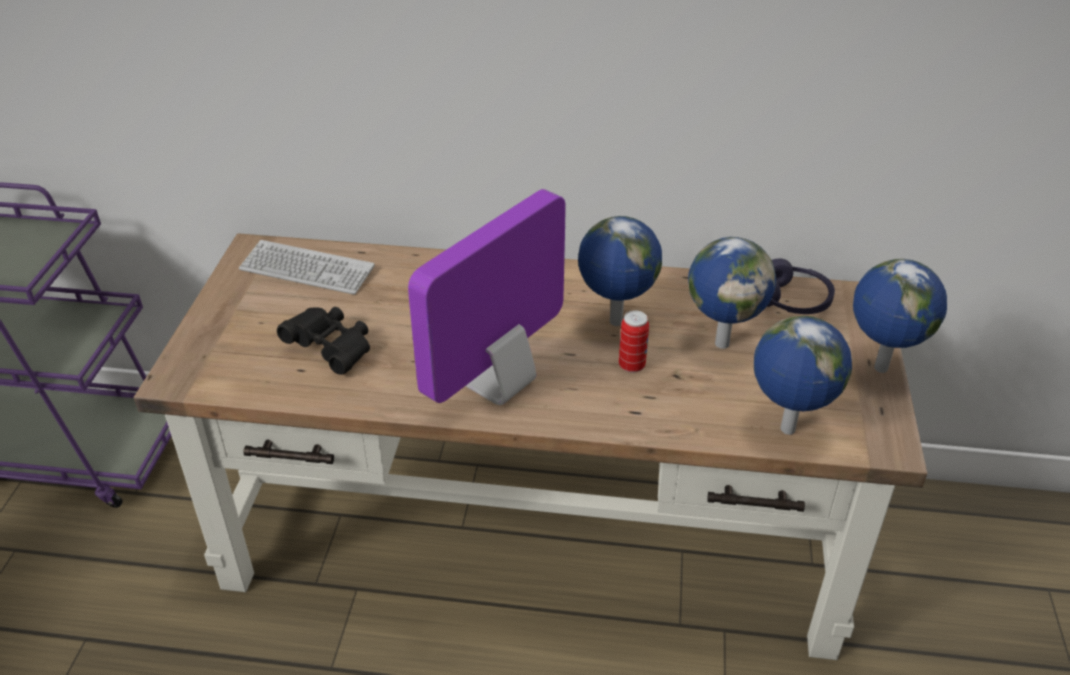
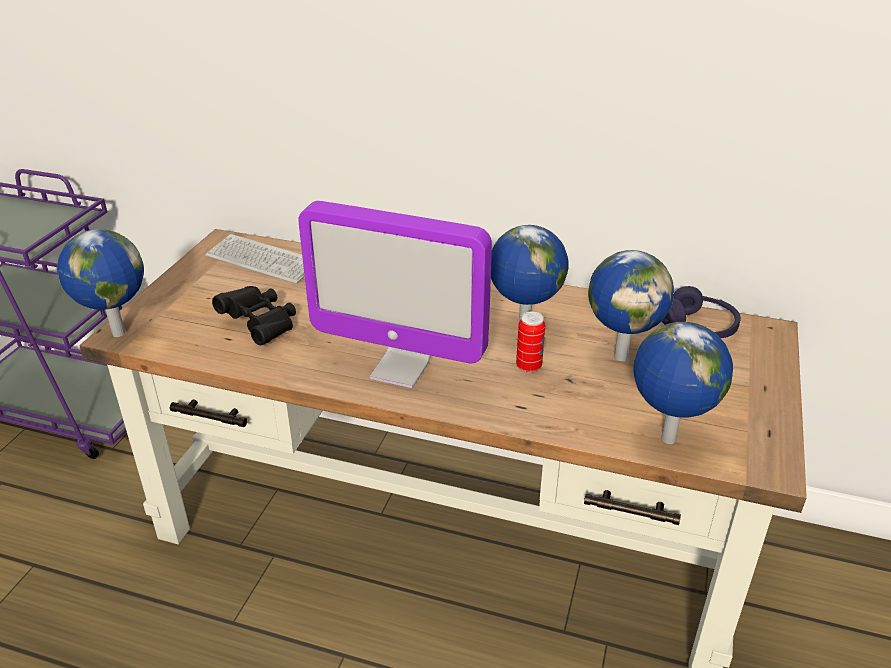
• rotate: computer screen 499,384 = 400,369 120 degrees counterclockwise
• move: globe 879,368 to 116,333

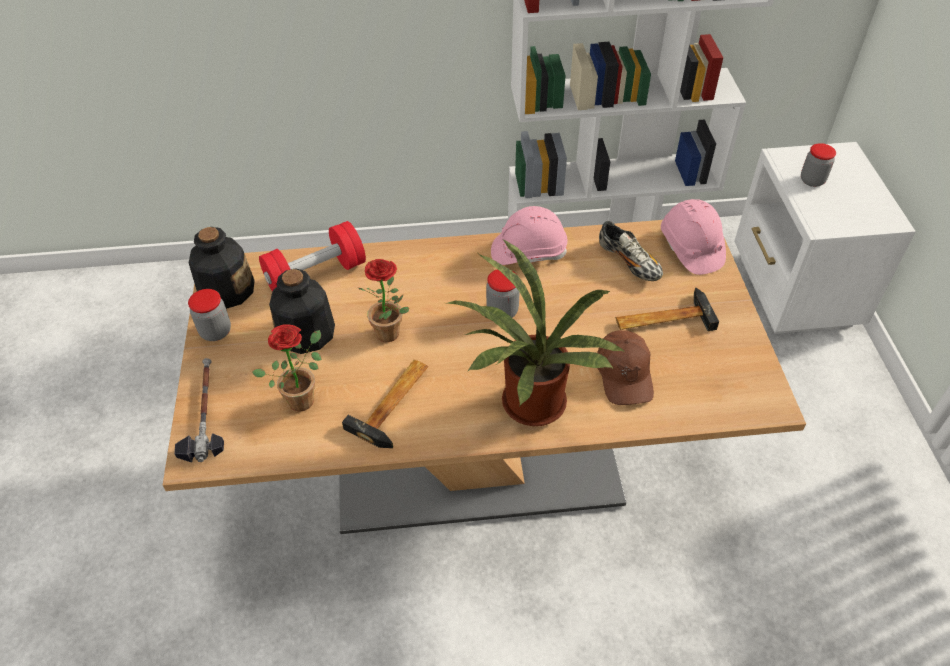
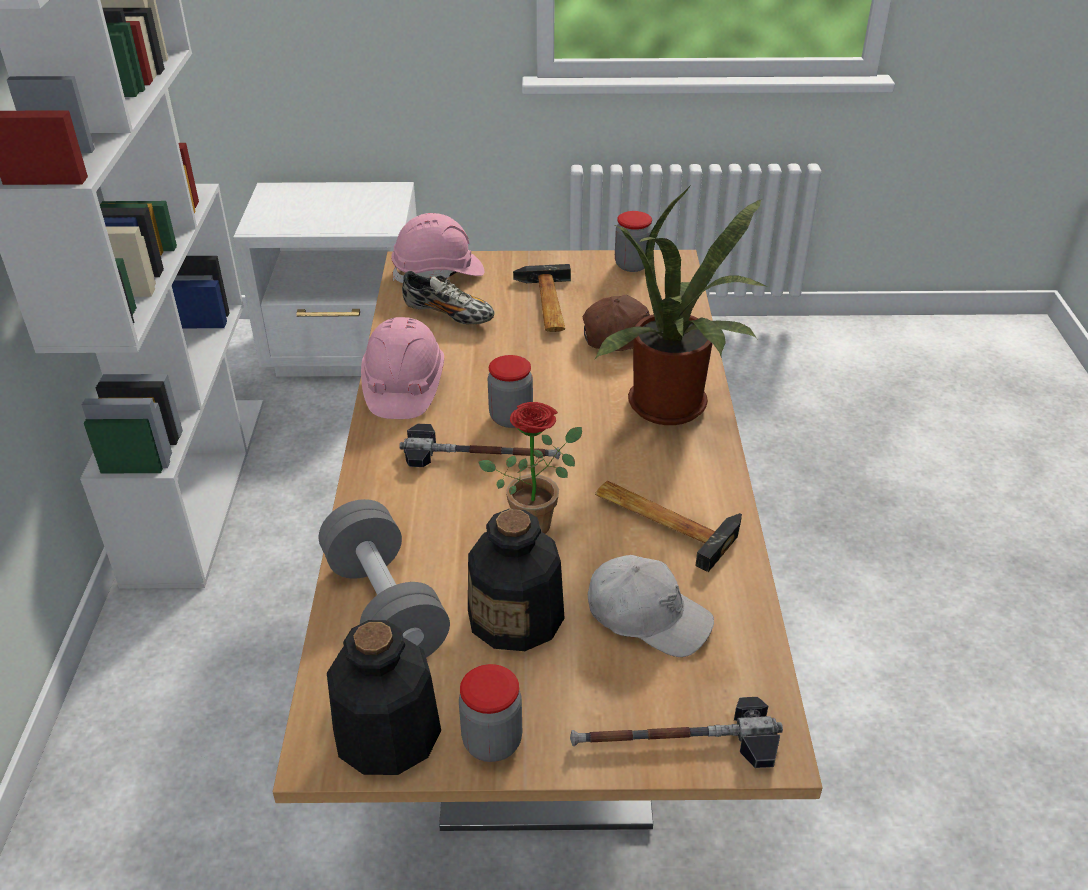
• move: jar 812,180 to 632,265
• recolor: dumbbell (reddish) 316,275 to dumbbell (greyish) 385,607
• rotate: shoe 629,262 = 449,315 60 degrees clockwise
• replace: houseplant 303,397 to cap (whitish) 648,616
• insert: hand hammer 480,455

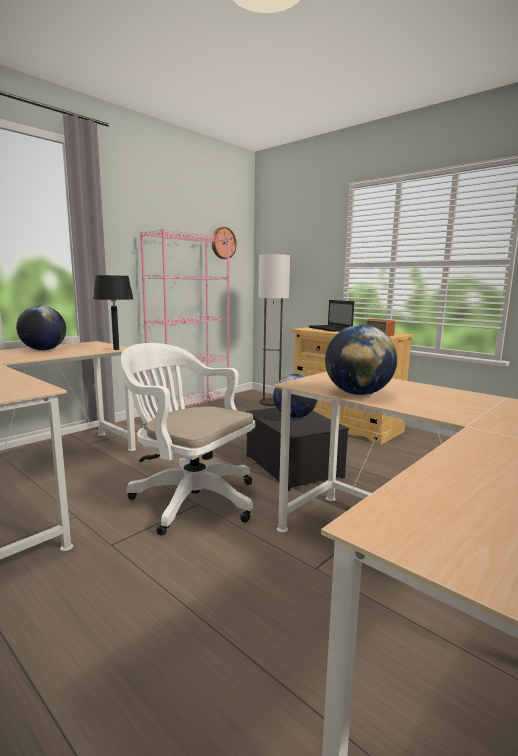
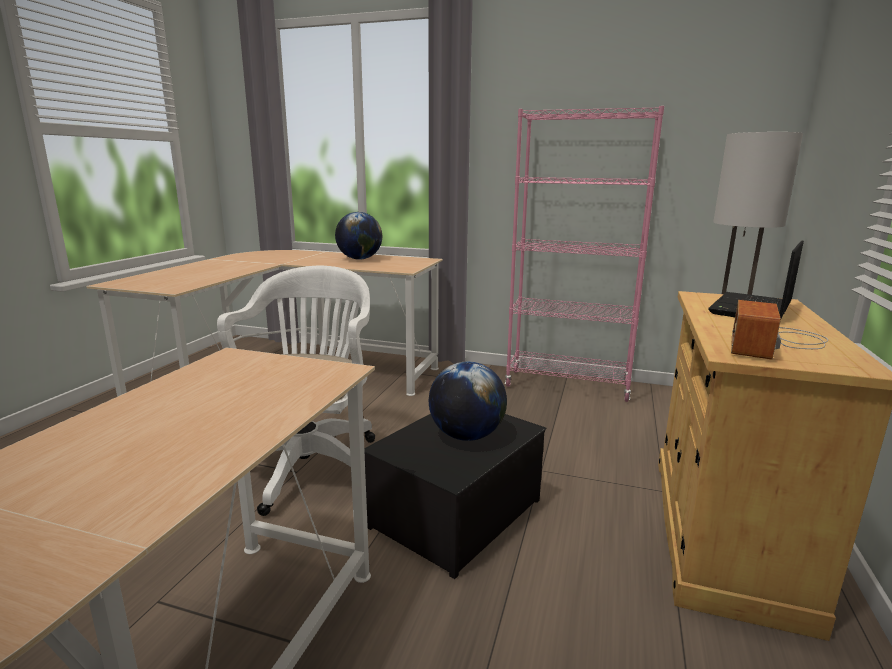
• delete: hanging clock 222,243
• delete: table lamp (black) 116,349
• delete: globe 358,394

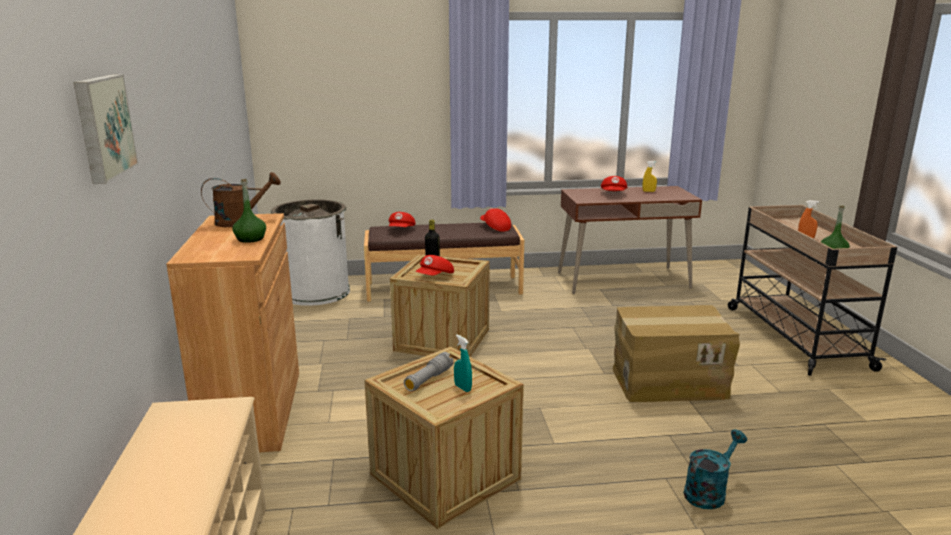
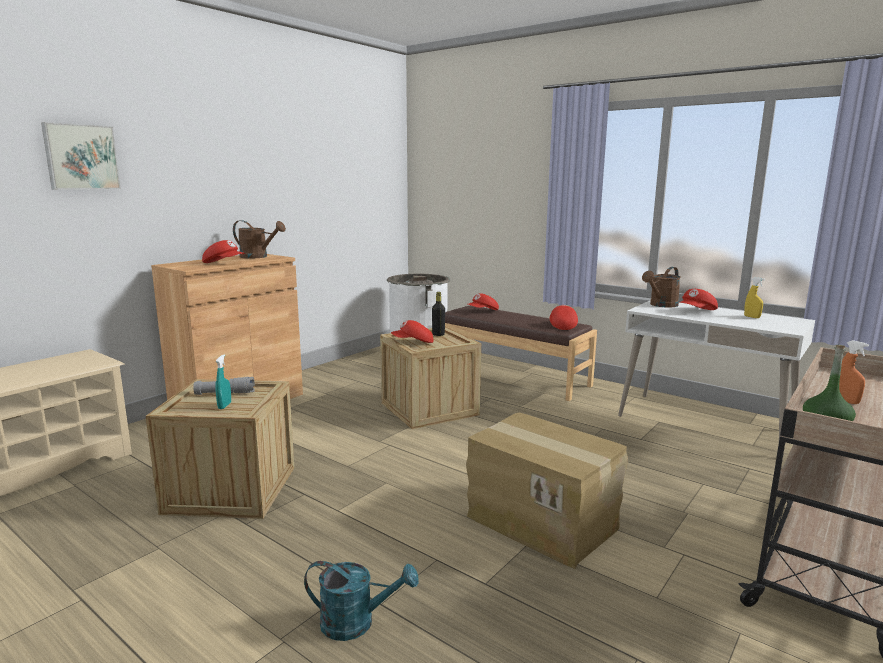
• replace: bottle (green-coloured) 250,239 to cap (reddish) 224,263
• recolor: desk (brown) 622,280 to desk (whitish) 704,423
• insert: sprinkling can (brown) 661,305

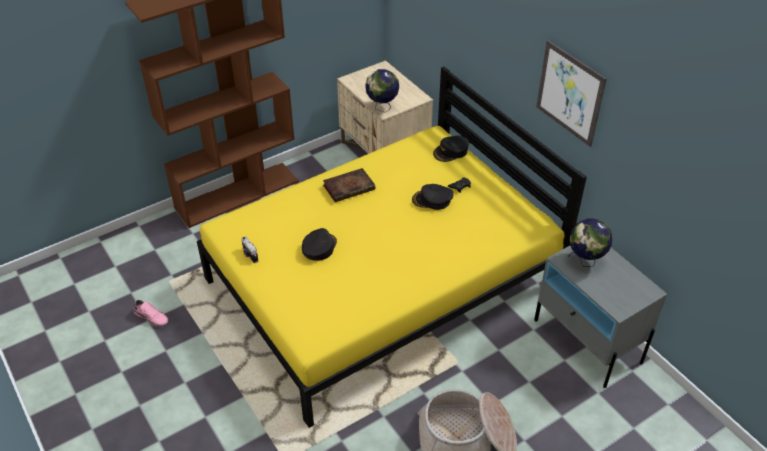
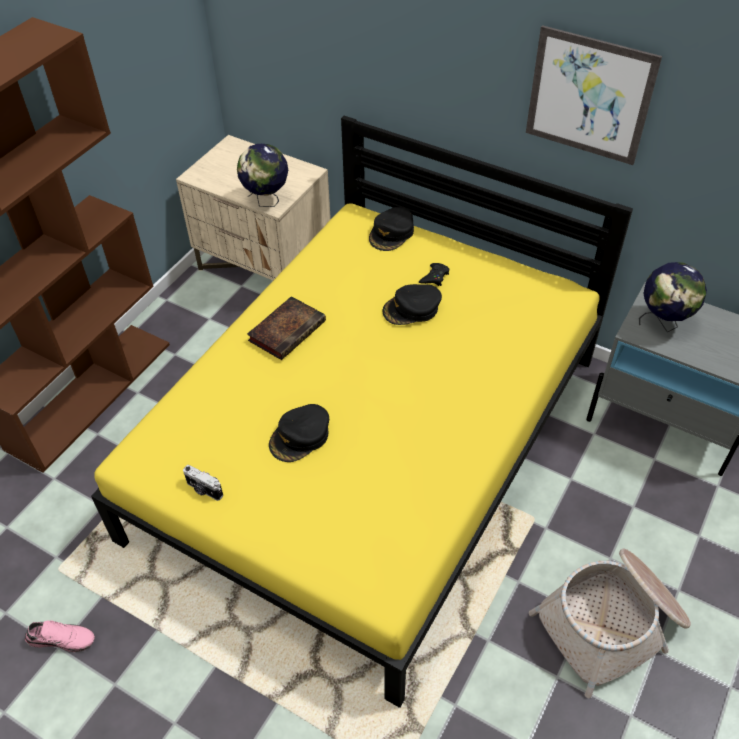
• rotate: cap (black) 319,247 = 300,437 135 degrees counterclockwise

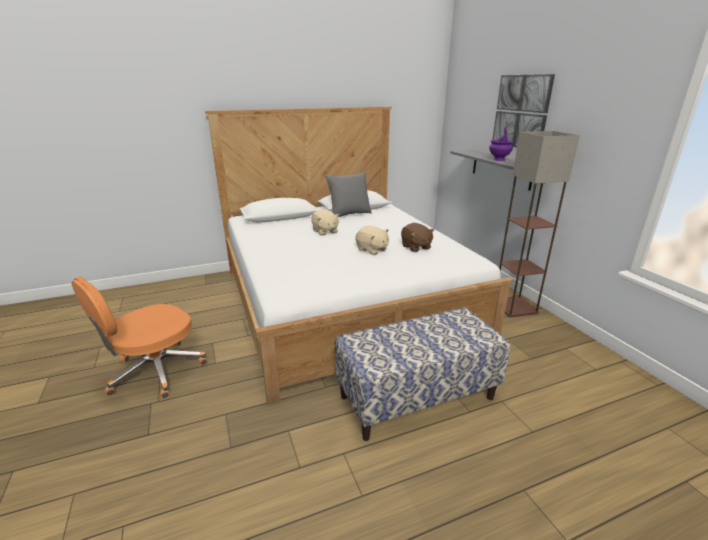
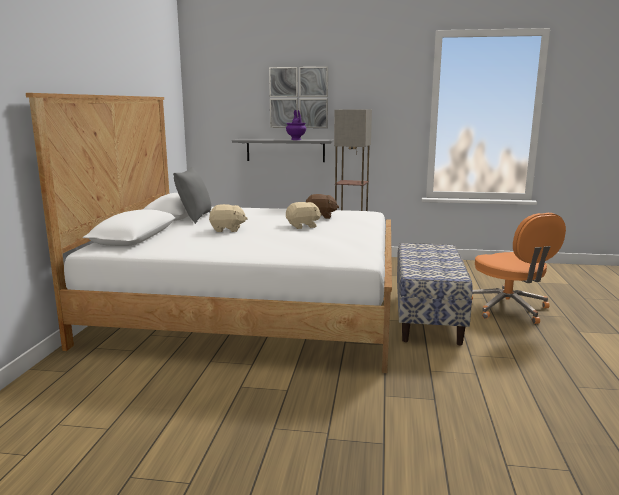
• move: computer chair (orange-coloured) 155,371 to 509,309

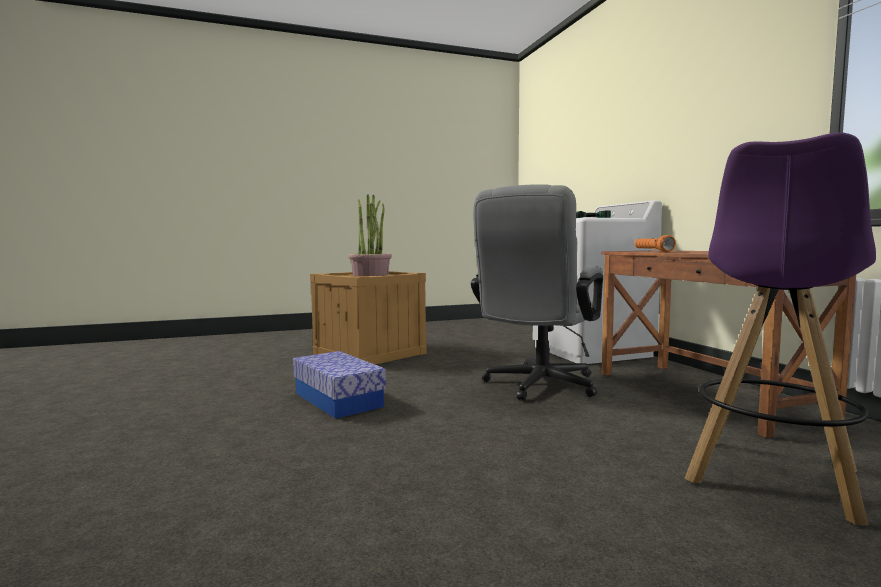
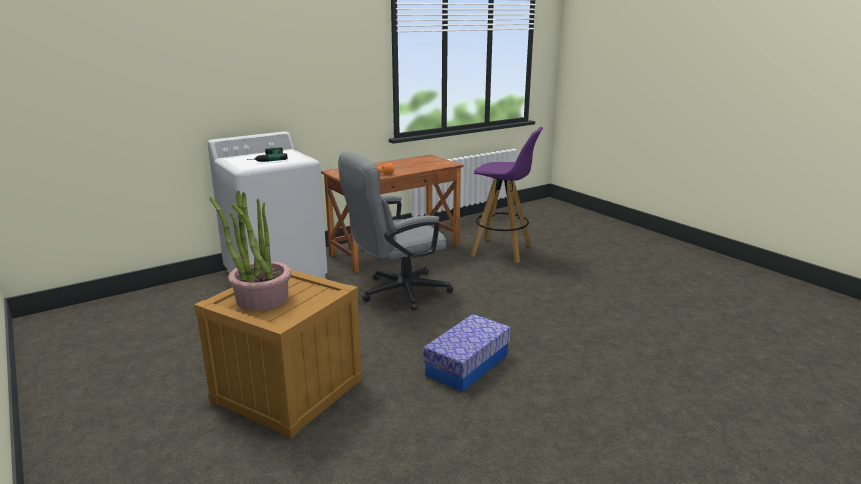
• rotate: computer chair (greyish) 537,387 = 397,293 135 degrees clockwise

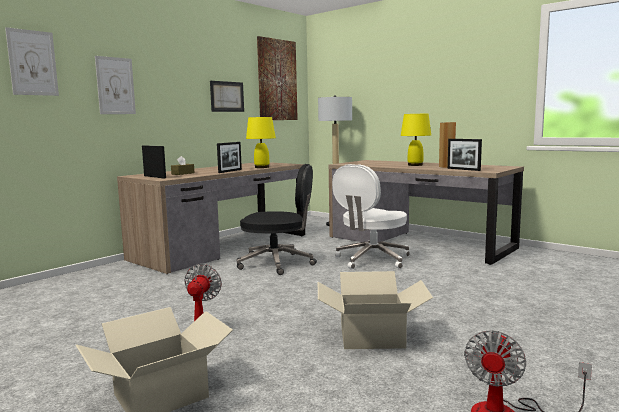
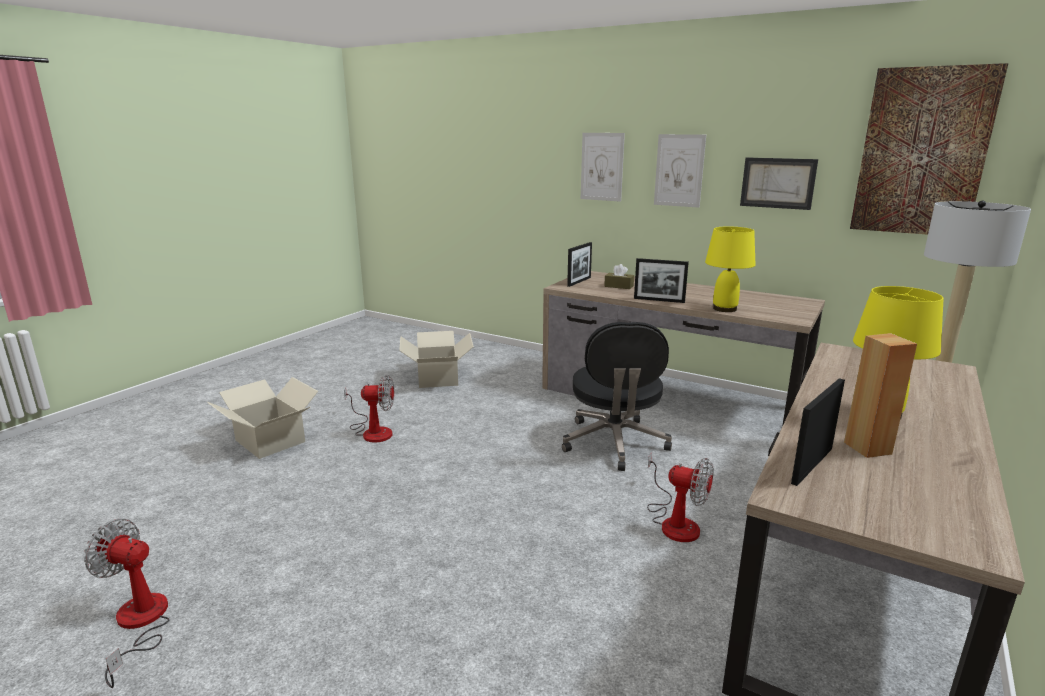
• move: wall art 32,63 to 679,170
• replace: computer chair (whitish) 371,260 to fan 675,521
• move: cardboard box 372,337 to 437,378

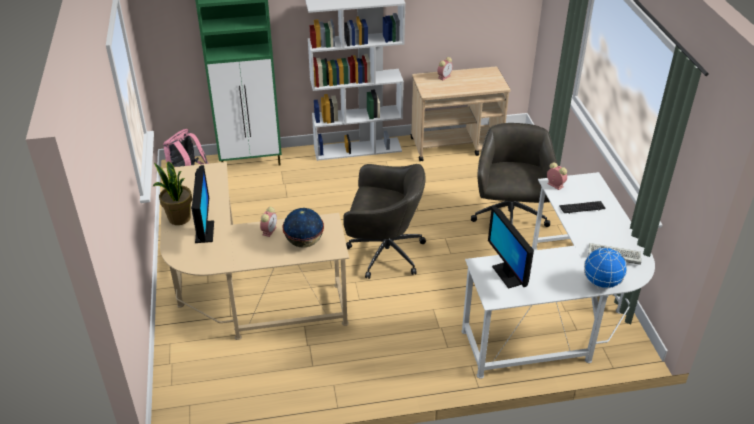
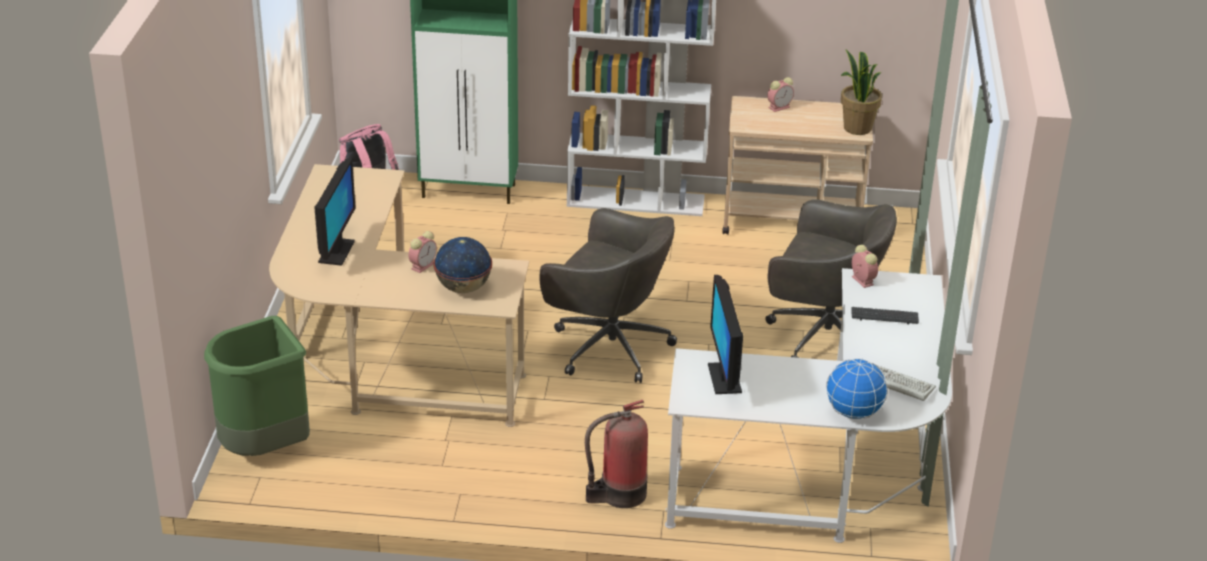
• rotate: computer chair (greyish) 509,218 = 822,336 90 degrees clockwise
• move: houseplant 179,218 to 856,128
• insert: rubbish bin (green-coloured) 265,448
• insert: fire extinguisher 619,494

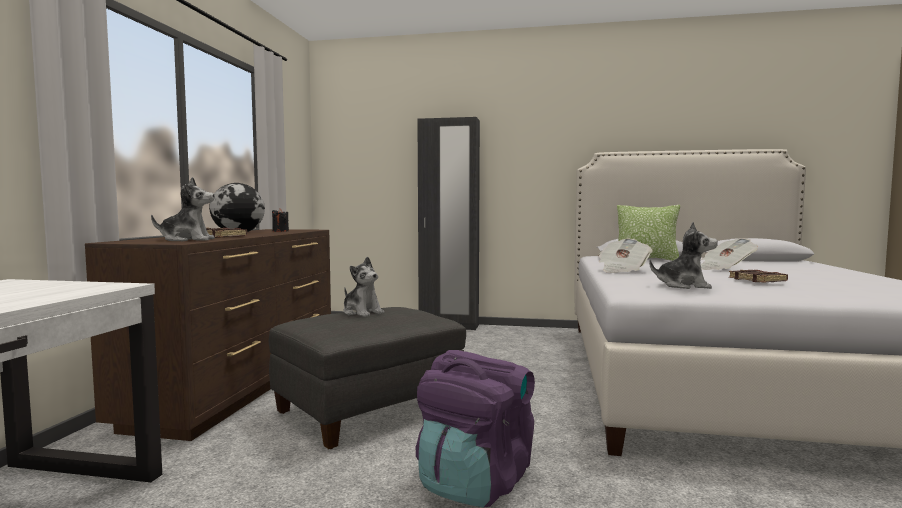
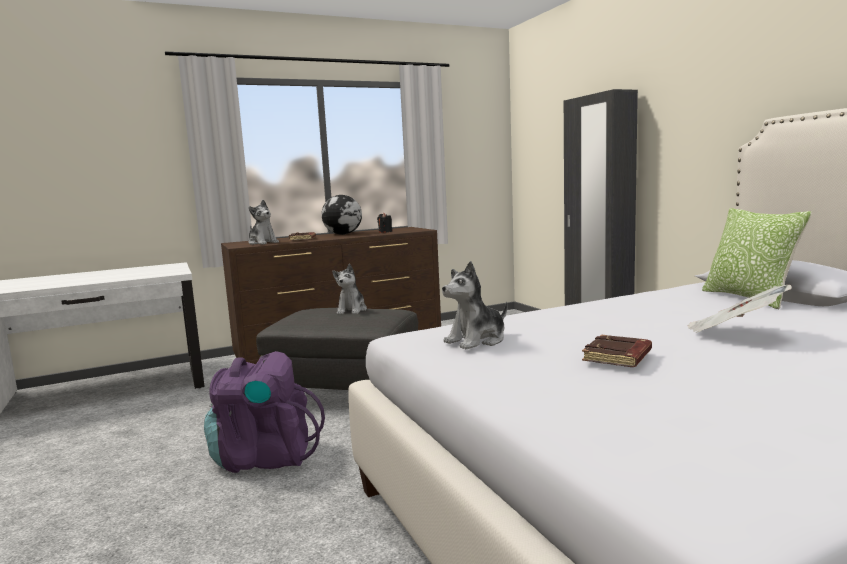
• rotate: soft toy 684,286 = 477,340 75 degrees clockwise
• delete: newspaper 622,270

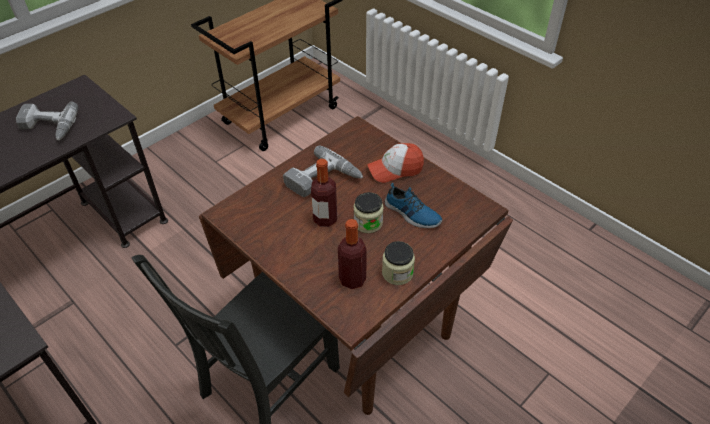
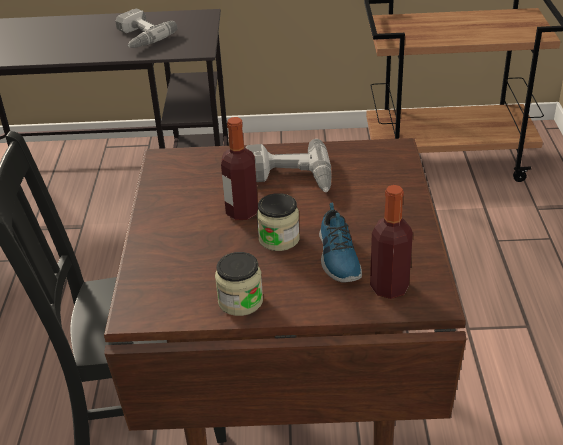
• delete: cap 395,169
• move: bottle 352,279 to 389,287

